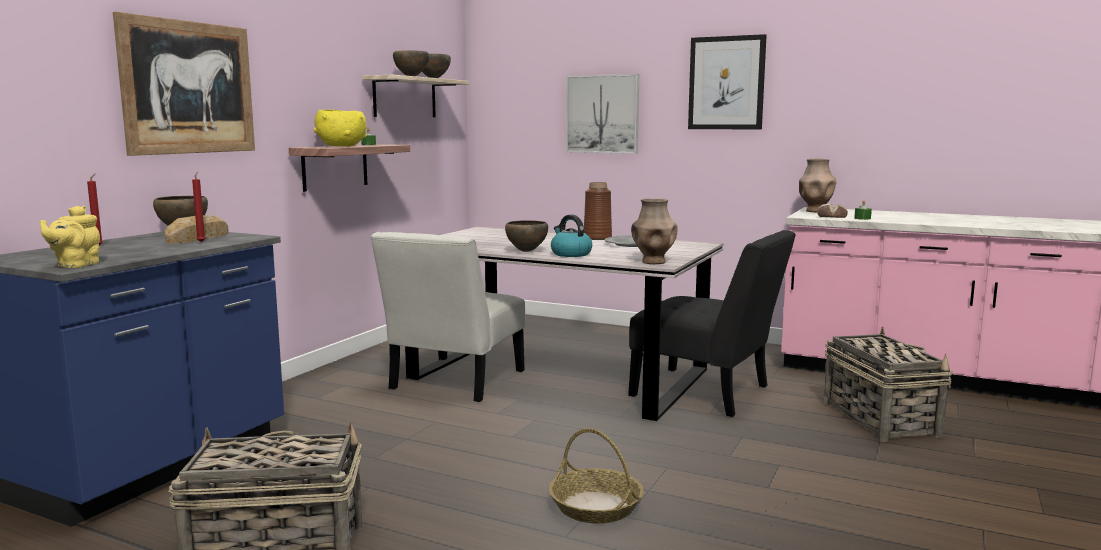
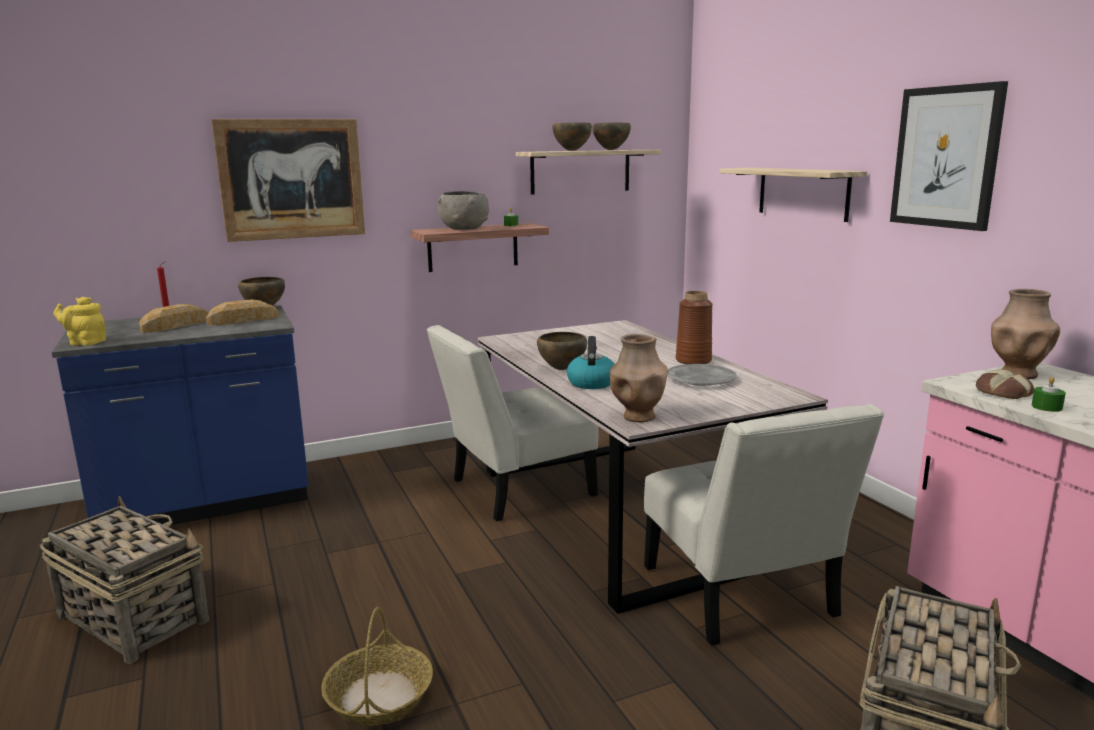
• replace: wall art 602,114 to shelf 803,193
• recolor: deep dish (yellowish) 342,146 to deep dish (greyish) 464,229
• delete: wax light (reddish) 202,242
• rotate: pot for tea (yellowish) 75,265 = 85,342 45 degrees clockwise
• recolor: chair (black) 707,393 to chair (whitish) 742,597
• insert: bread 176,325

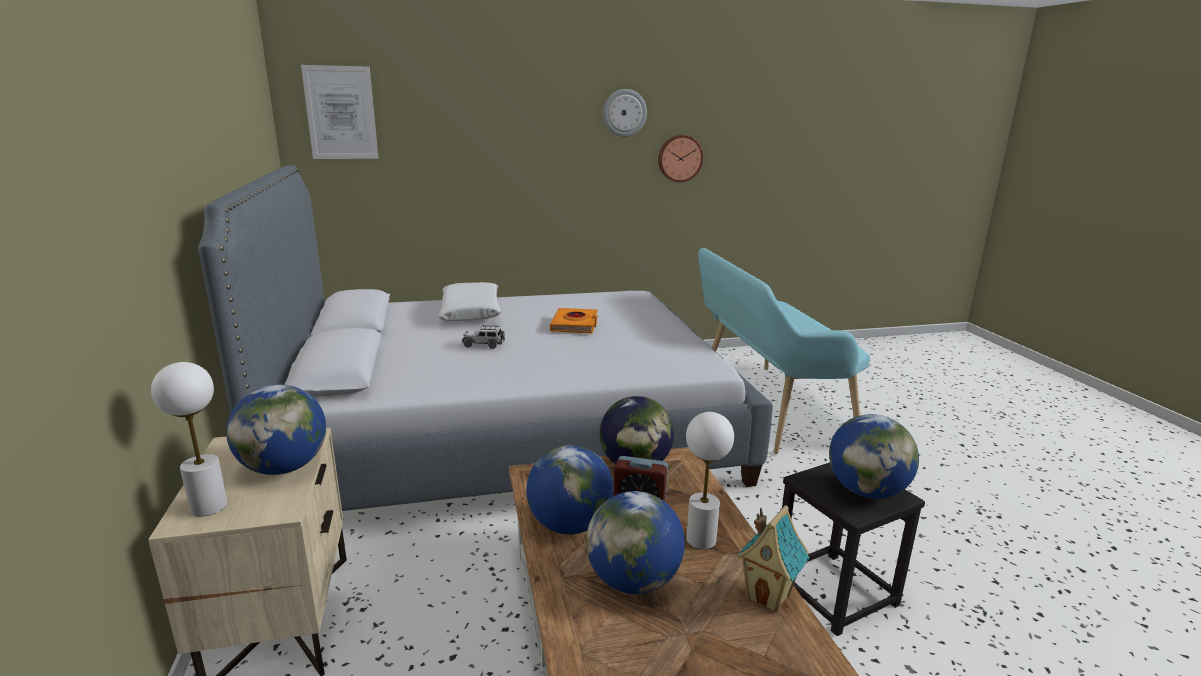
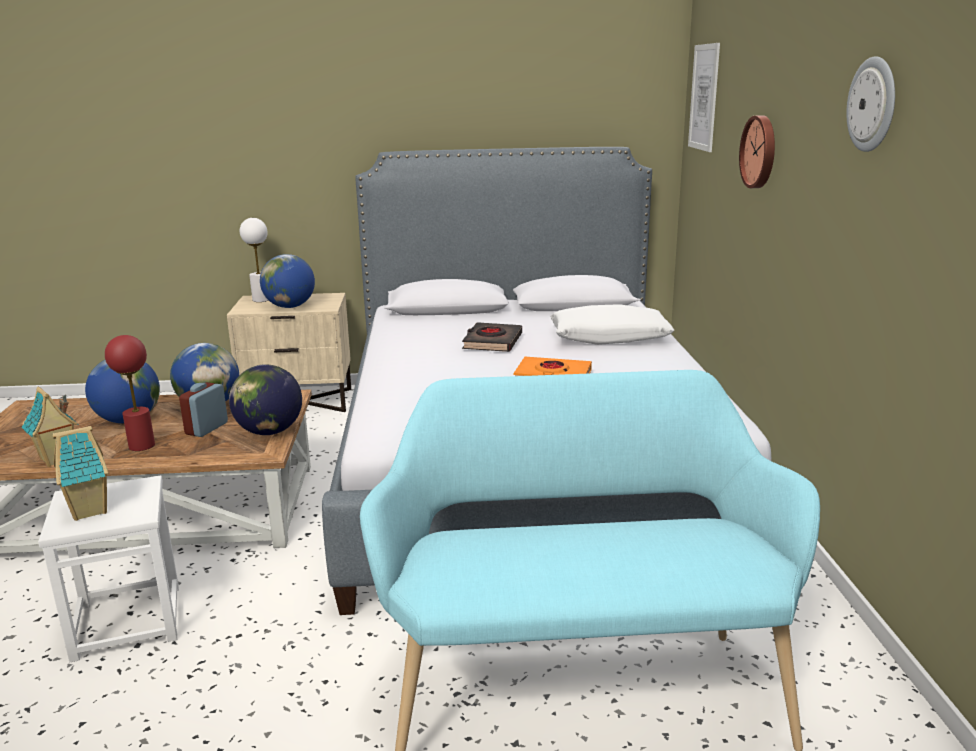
• move: hanging clock 679,158 to 760,152
• replace: toy car 483,344 to bound book (black) 492,342
• recolor: table lamp (whitish) 700,539 to table lamp (reddish) 142,445
• replace: globe 866,491 to miniature house 91,510
• recolor: sitting stool (black) 833,592 to sitting stool (whitish) 128,621

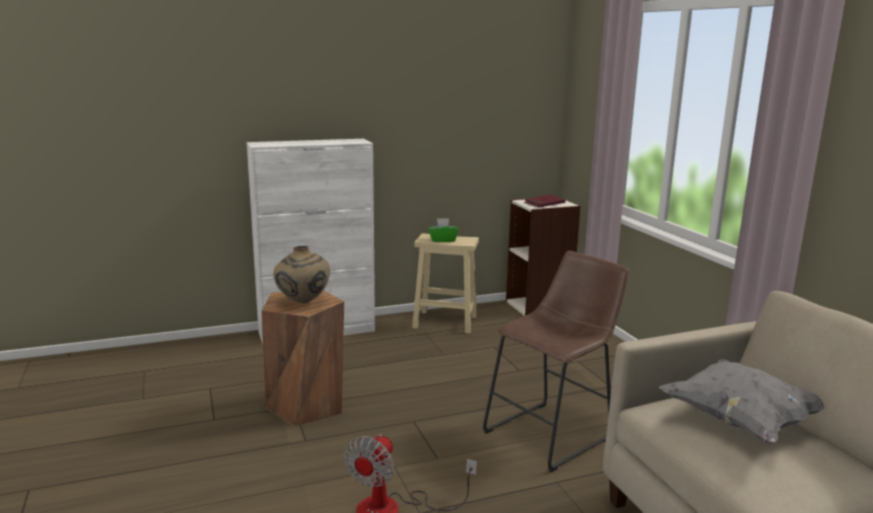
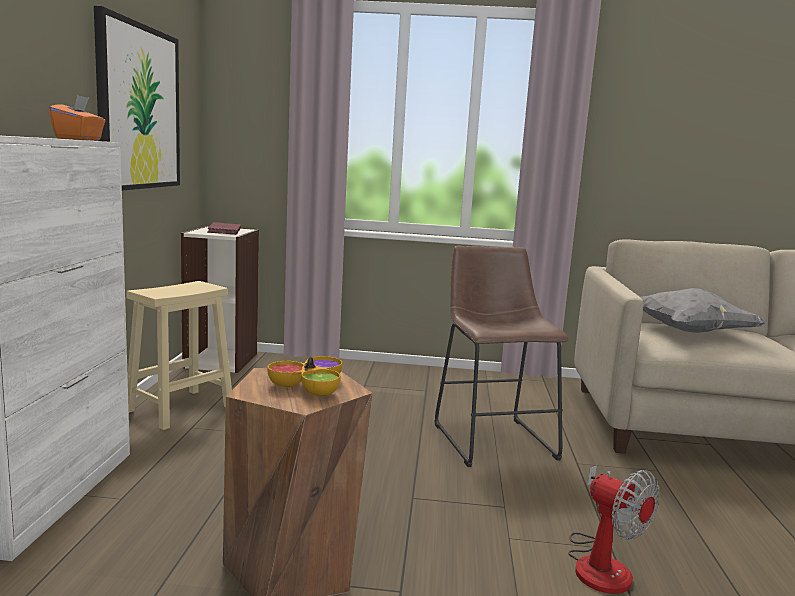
• delete: box of tissues (green-coloured) 442,240
• replace: flower vase (beige) 303,302 to deep dish 310,386
• insert: wall art 139,108
• insert: box of tissues (orange-coloured) 79,139

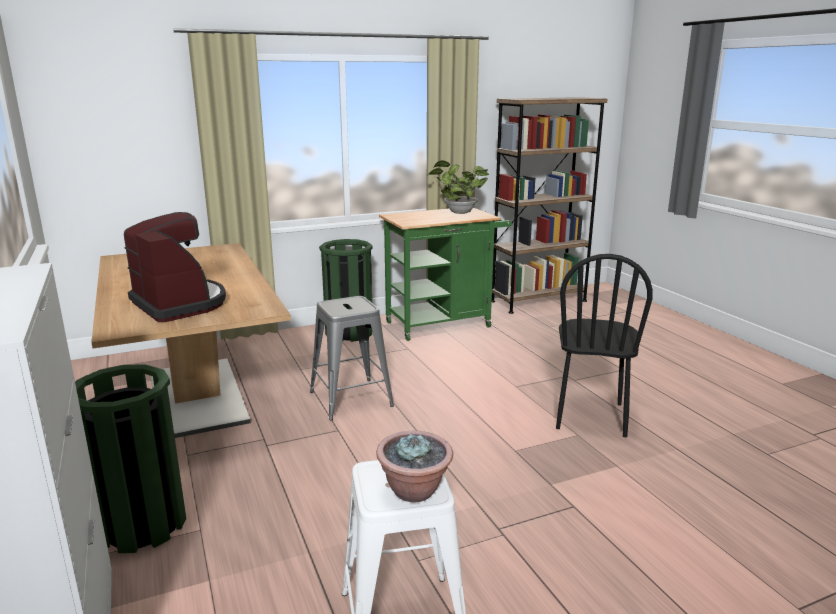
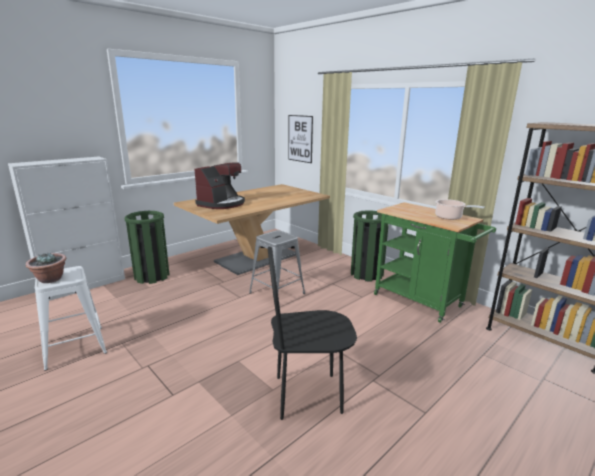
• replace: houseplant 458,212 to saucepot 450,217
• insert: wall art 300,138

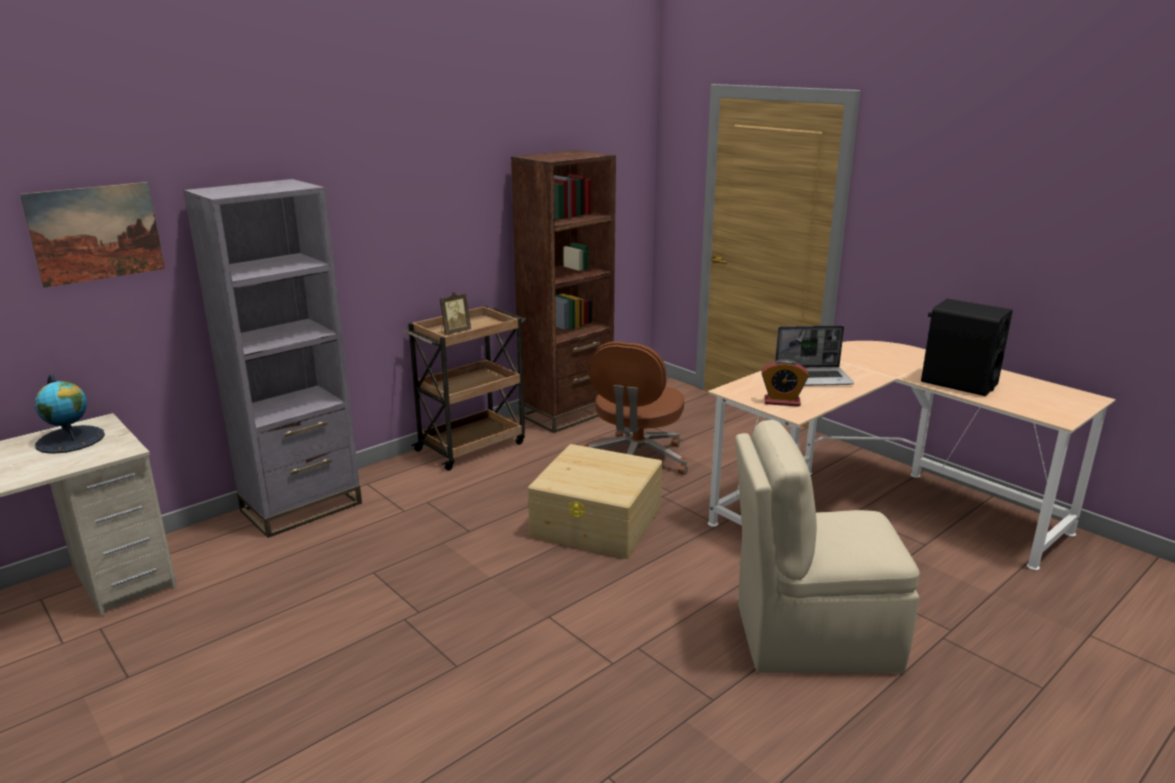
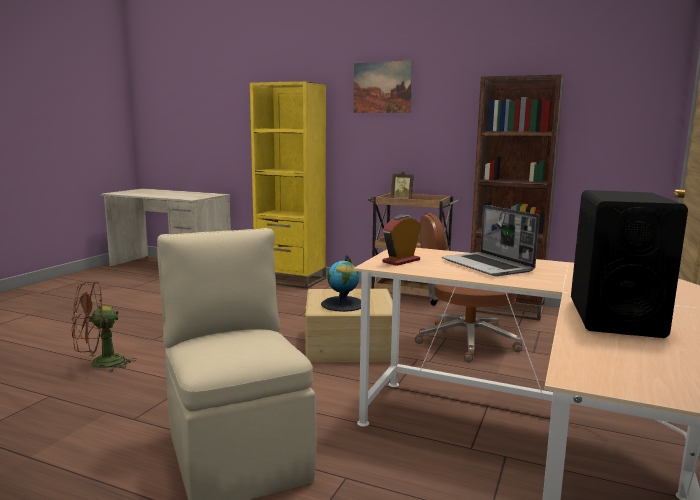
• recolor: bookcase (greyish) 301,507 to bookcase (yellowish) 290,280
• move: wall art 96,233 to 382,87
• rotate: bedside clock 782,402 = 401,261 60 degrees clockwise
• move: globe 70,440 to 343,304
• insert: fan (brown) 100,364

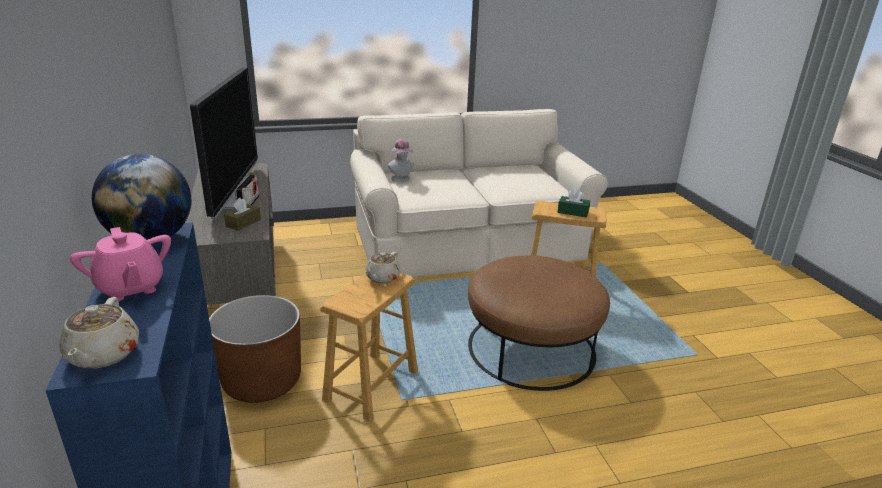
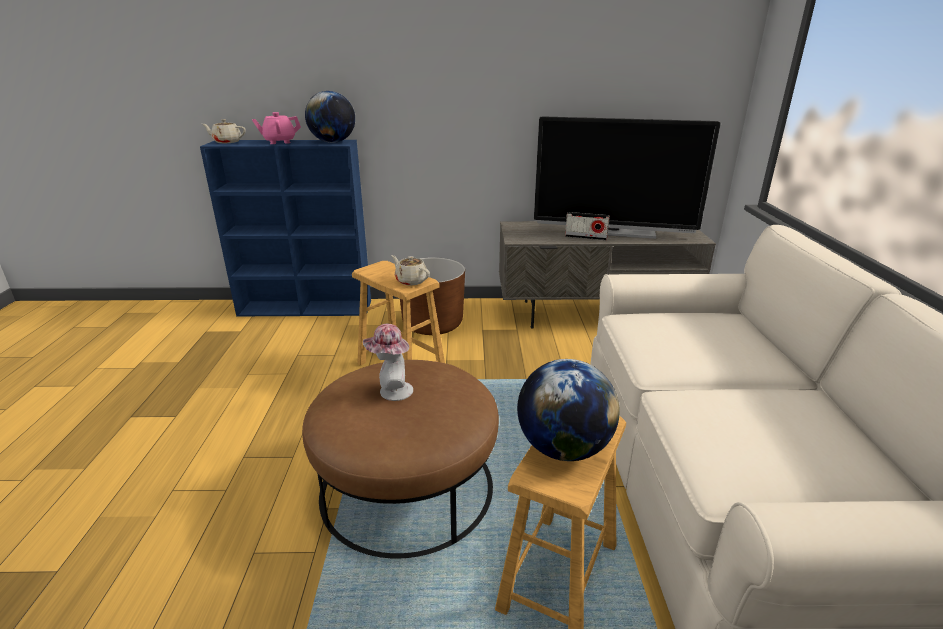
• move: wearable hat 401,179 to 391,391
• replace: box of tissues (green-coloured) 573,212 to globe 563,448
• delete: box of tissues (brown) 243,223

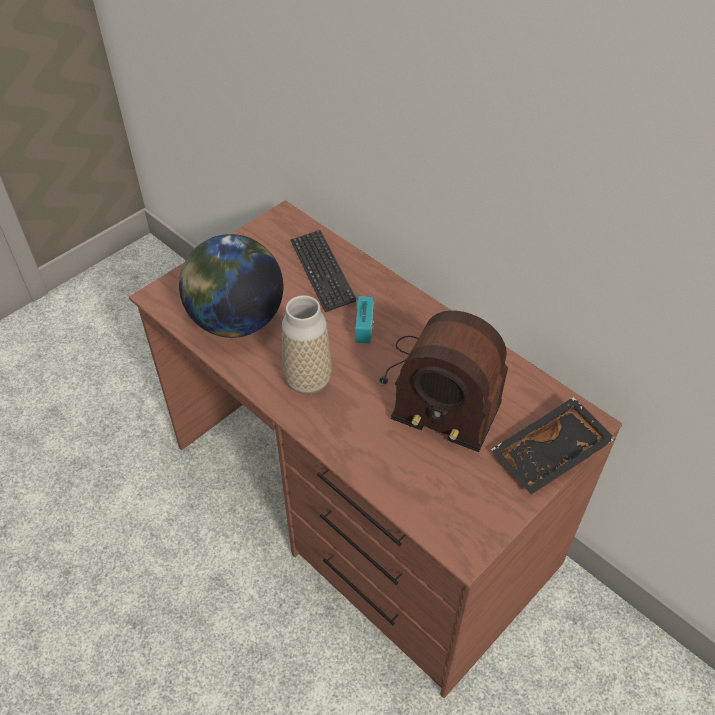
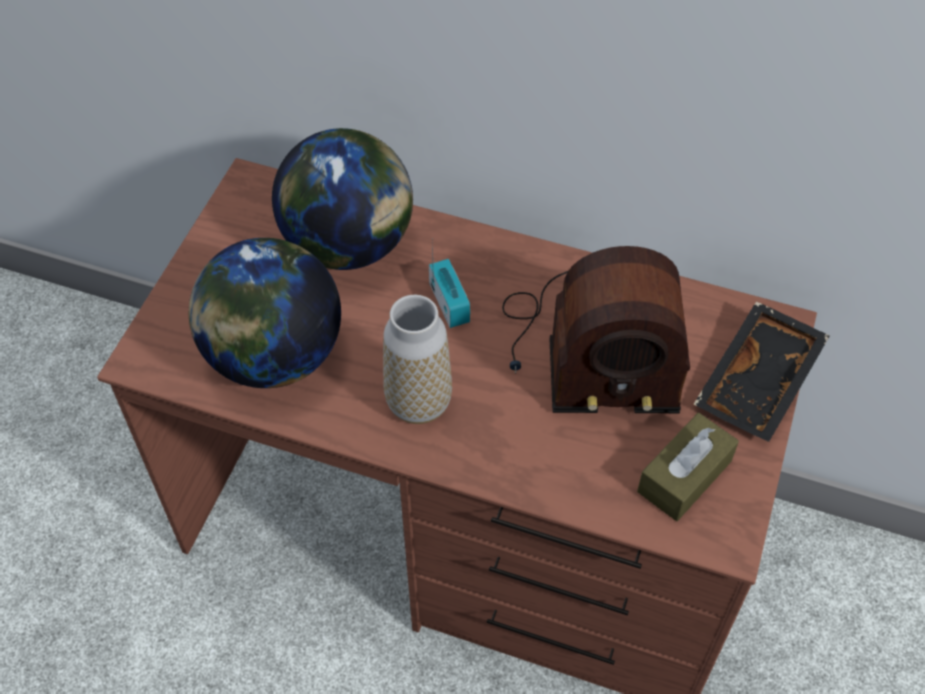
• replace: keyboard 322,271 to globe 349,244
• insert: box of tissues (brown) 684,476

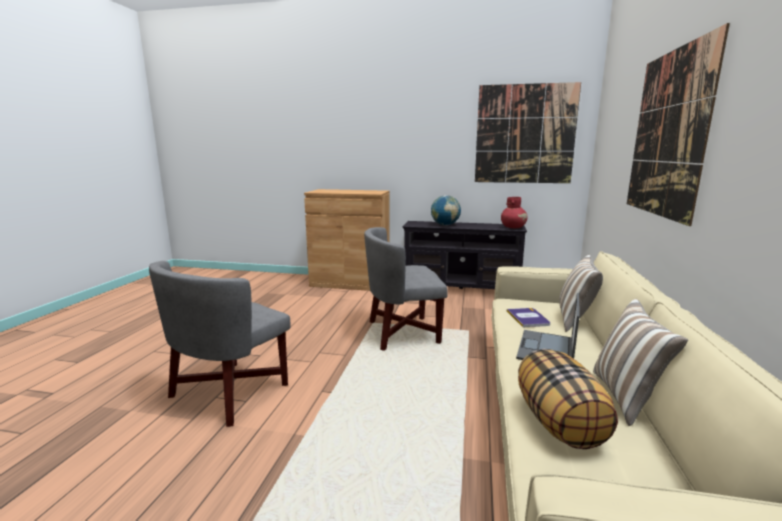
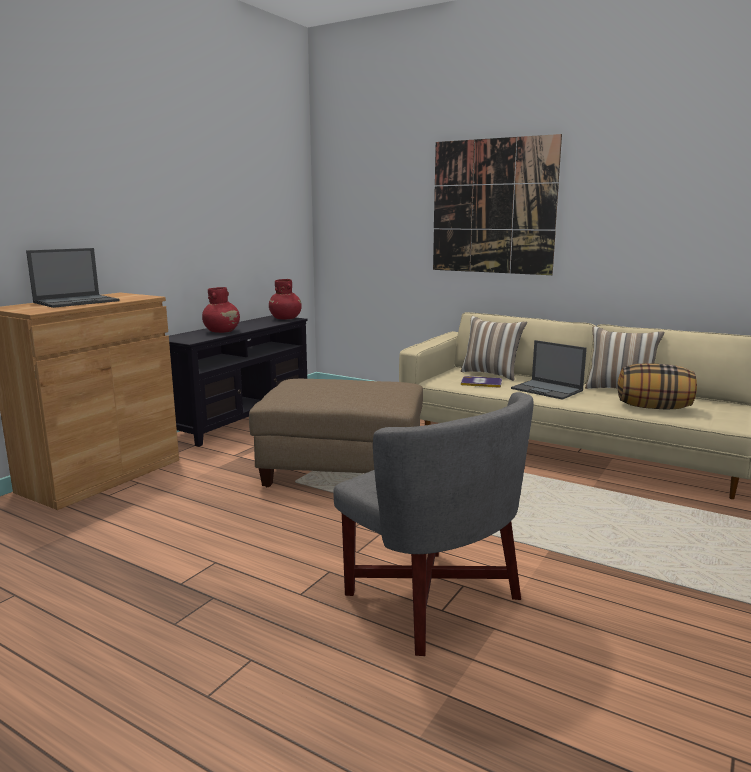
• delete: wall art 525,134
• replace: globe 445,225 to flower vase (reddish) 222,332
• replace: easy chair (greyish) 402,332 to pouffe (beige) 341,471
• insert: laptop 77,301

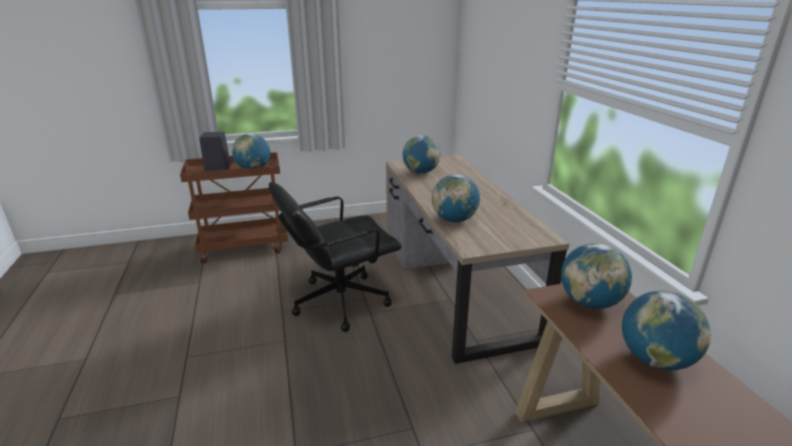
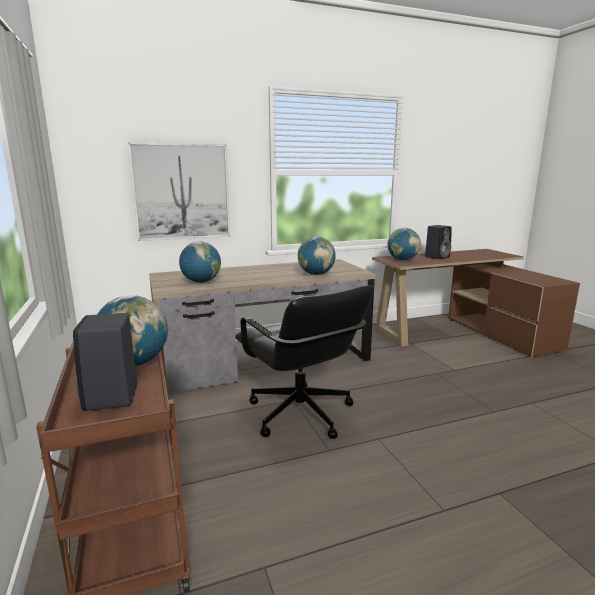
• replace: globe 655,360 to audio speaker (black) 437,257
• insert: wall art 182,192

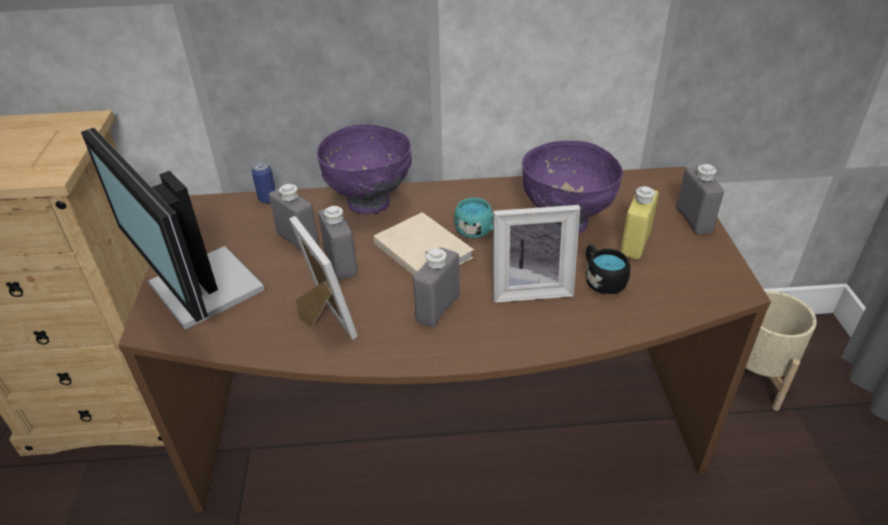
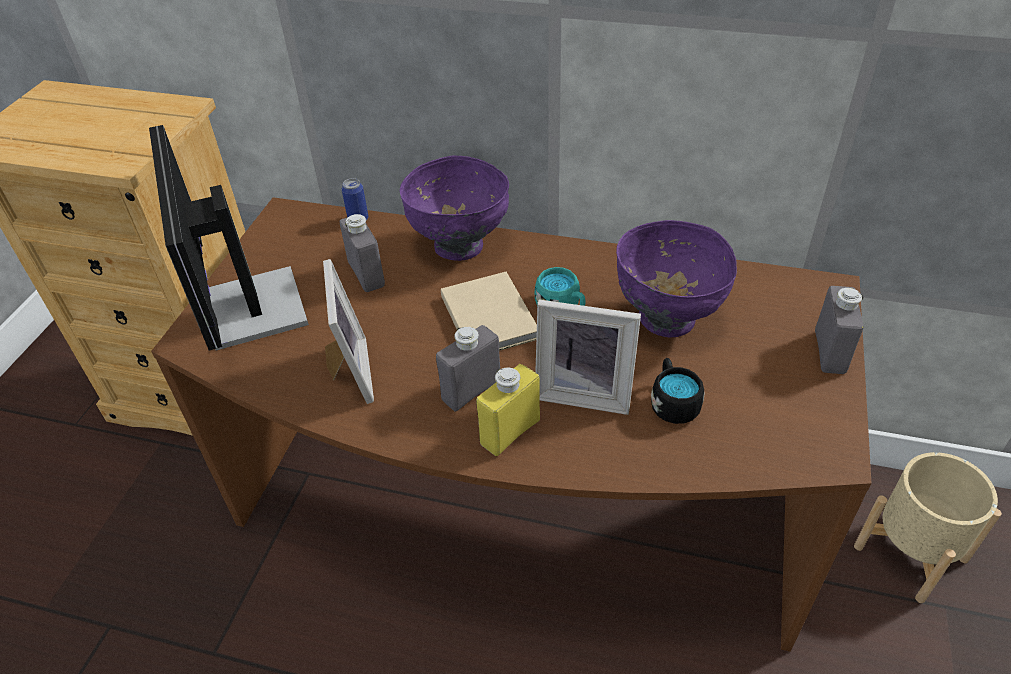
• move: bottle (yellowish) 635,243 to 510,432
• delete: bottle (greyish) 341,263

